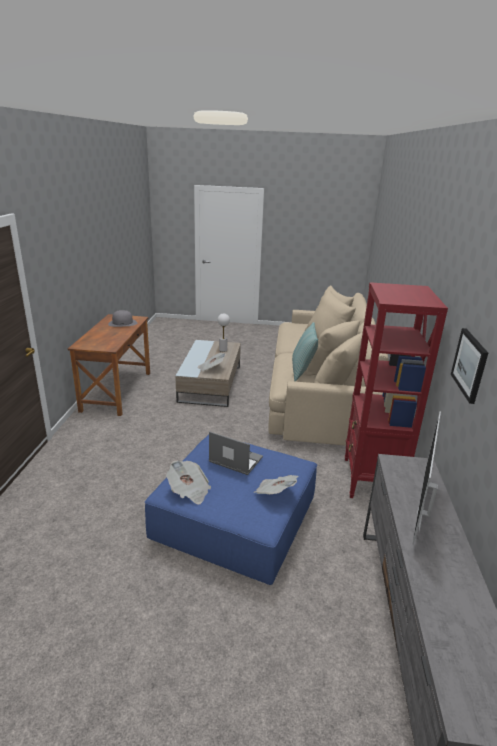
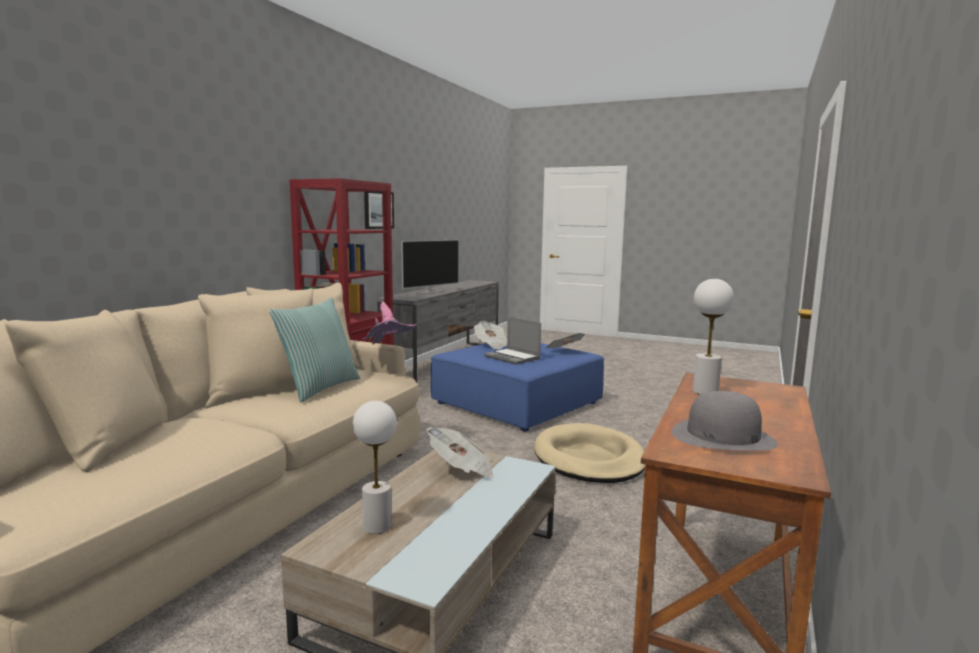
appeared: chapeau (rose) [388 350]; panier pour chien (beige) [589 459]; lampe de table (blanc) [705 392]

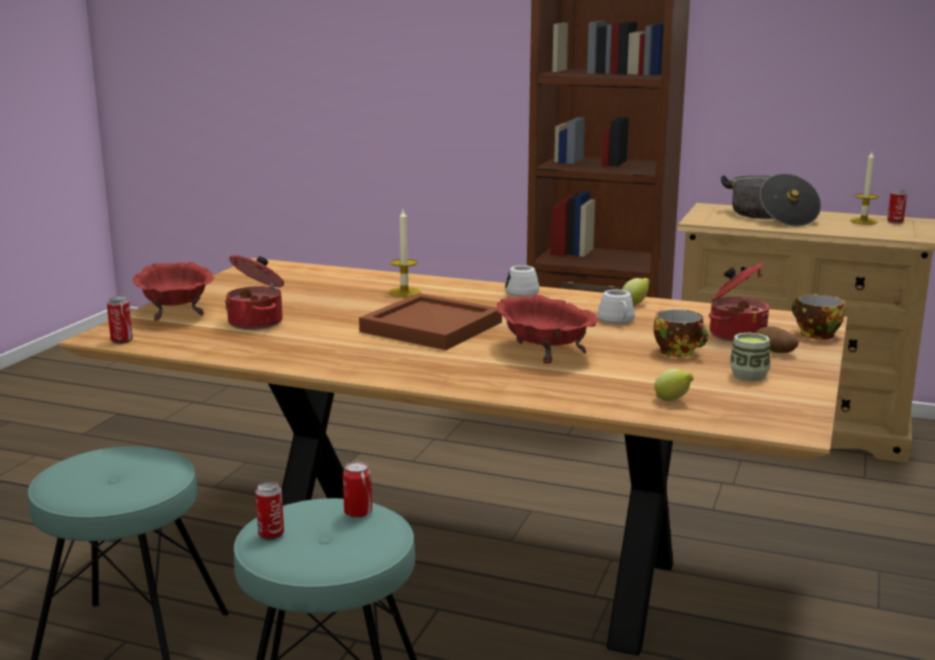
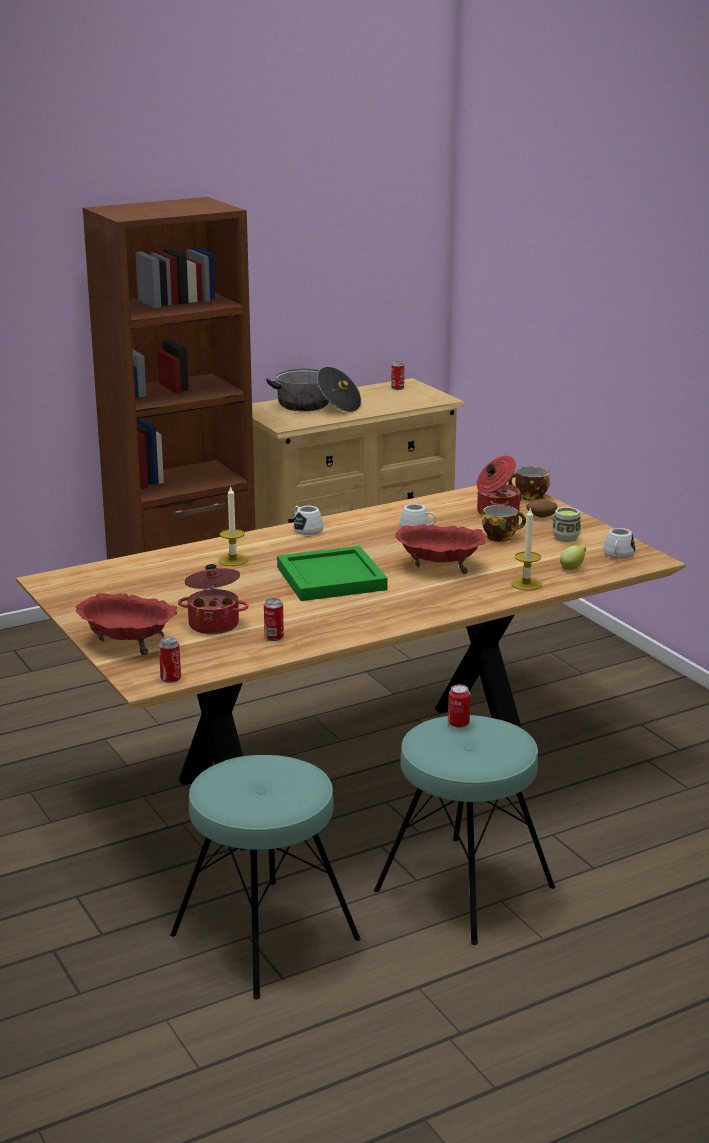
missing: citron [635 304]
appeared: mug (blanc) [618 555]
relocated: boîte métallique [271 534] to [274 637]; bougie [863 221] to [526 584]
colour: plateau (marron) [431 326] to plateau (vert) [329 578]

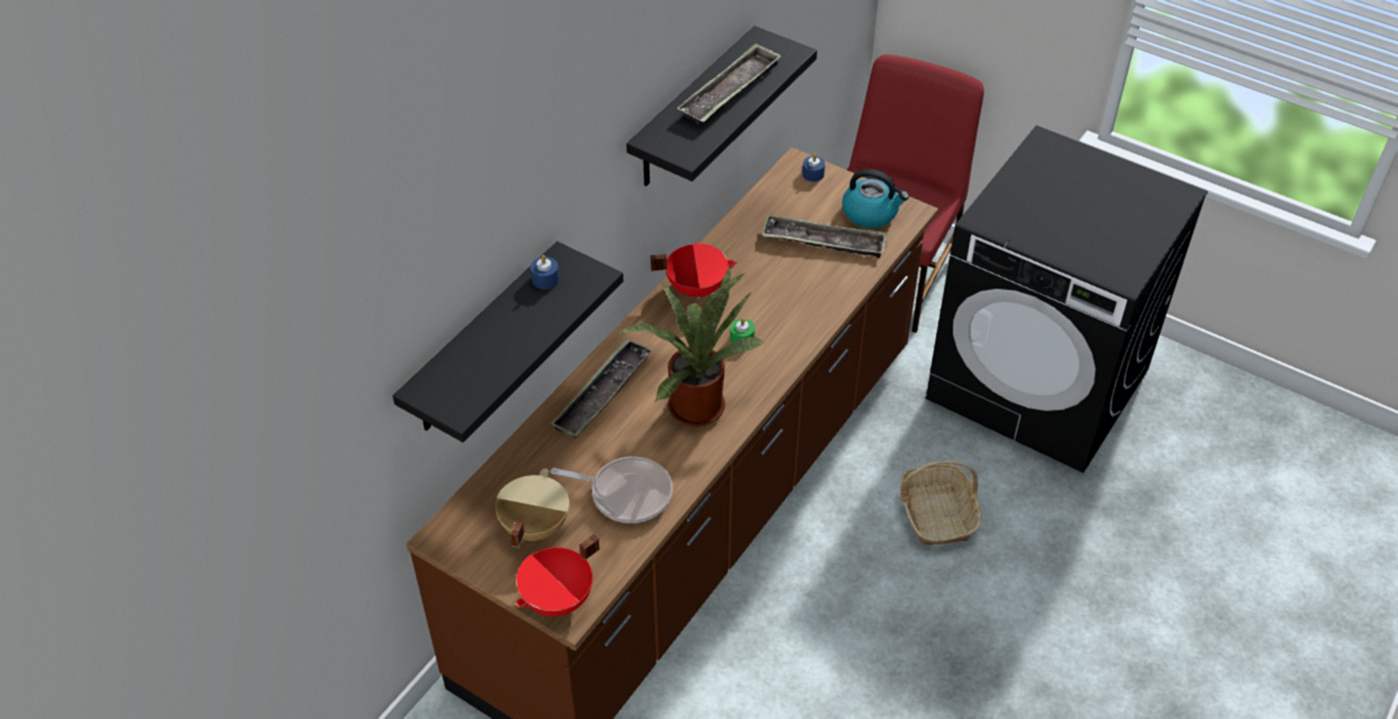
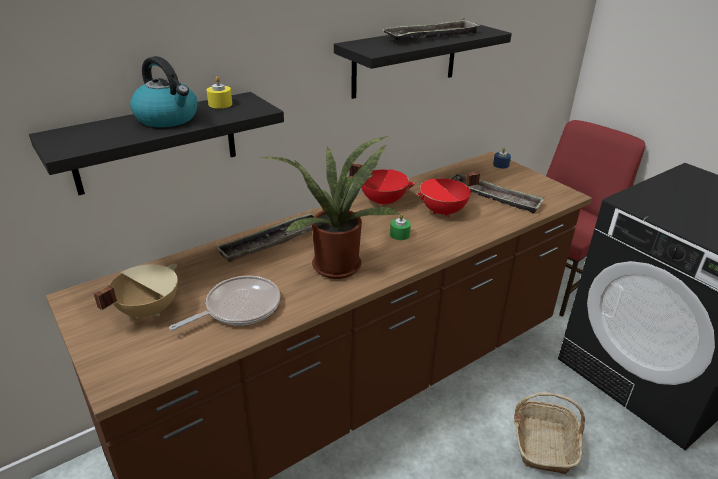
relocated: bouilloire [871 213] to [168 118]; marmite (rouge) [558 600] to [443 212]
colour: bougie (bleu) [545 279] to bougie (jaune) [220 104]
spun: poêle [626 493] = [239 307] 75 degrees counterclockwise

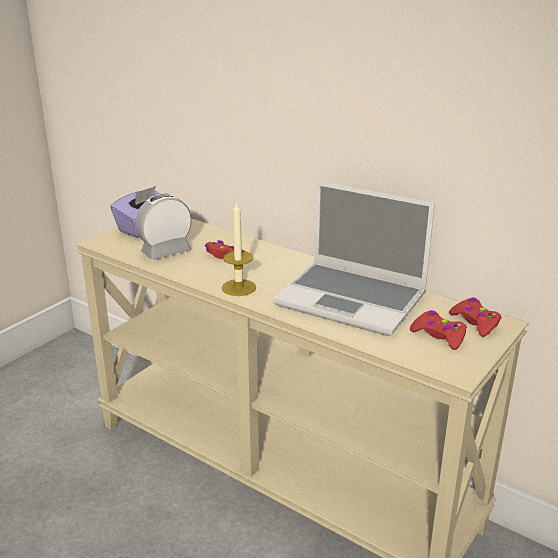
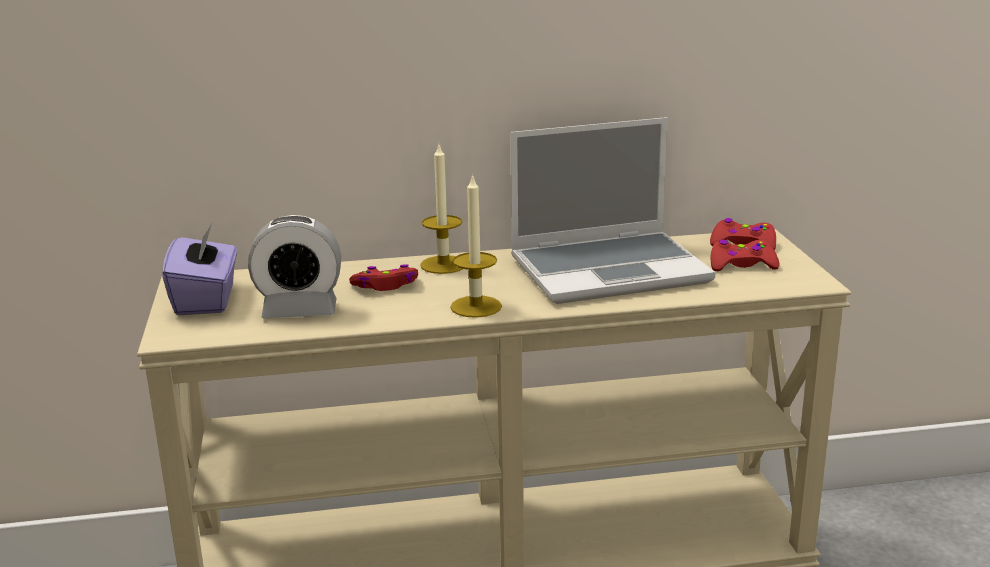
appeared: bougie [443 265]
spun: réveil [166 252] = [300 311] 105 degrees counterclockwise

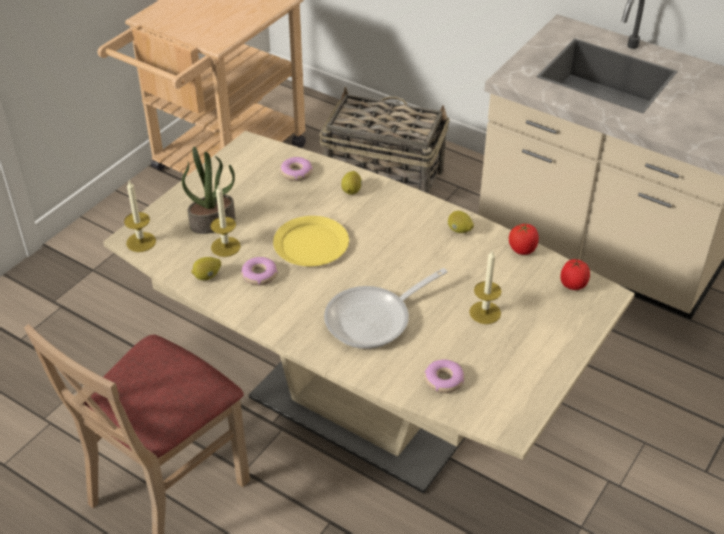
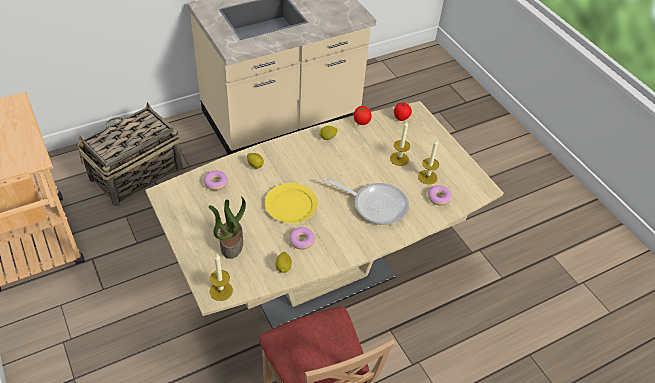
relocated: bougie [225 246] to [427 177]
spun: poêle [374 319] = [375 205] 60 degrees counterclockwise

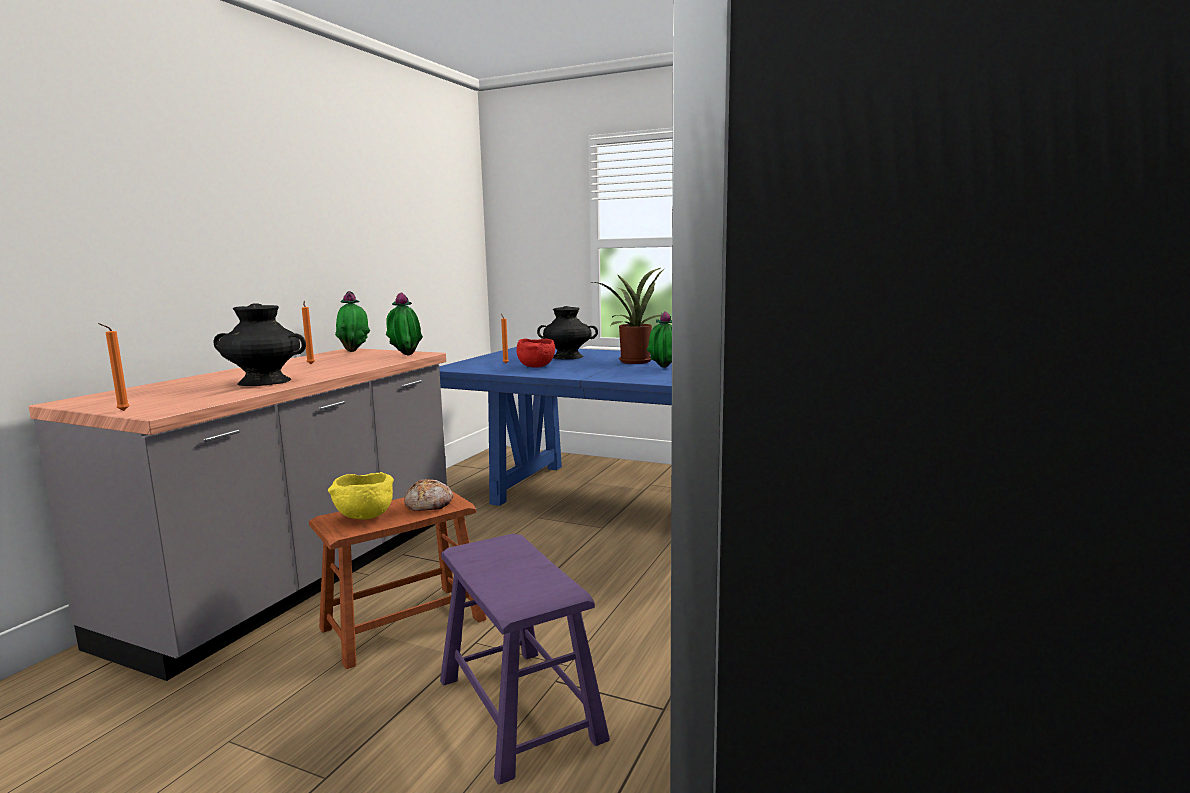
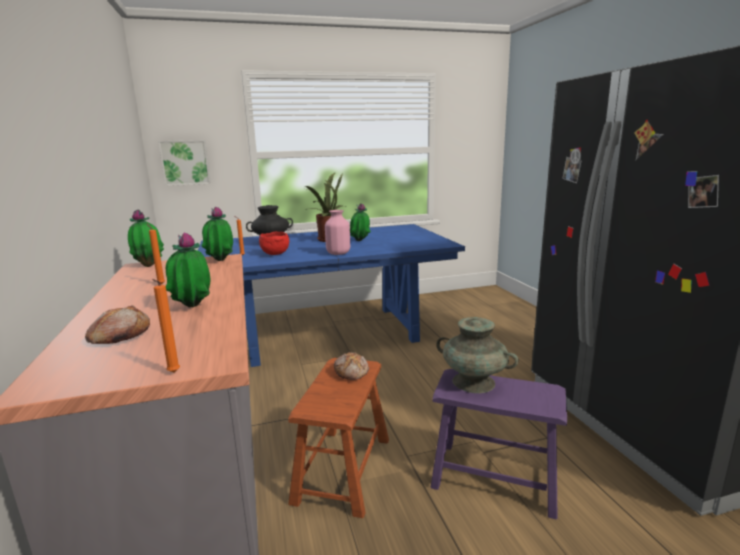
missing: bol (jaune) [364 517]
appeared: pain [119 336]; tableau [185 162]; vase (rose) [338 253]; vase (turquoise) [474 382]
exchanged: vase (noir) [264 382] to plante en pot [192 308]

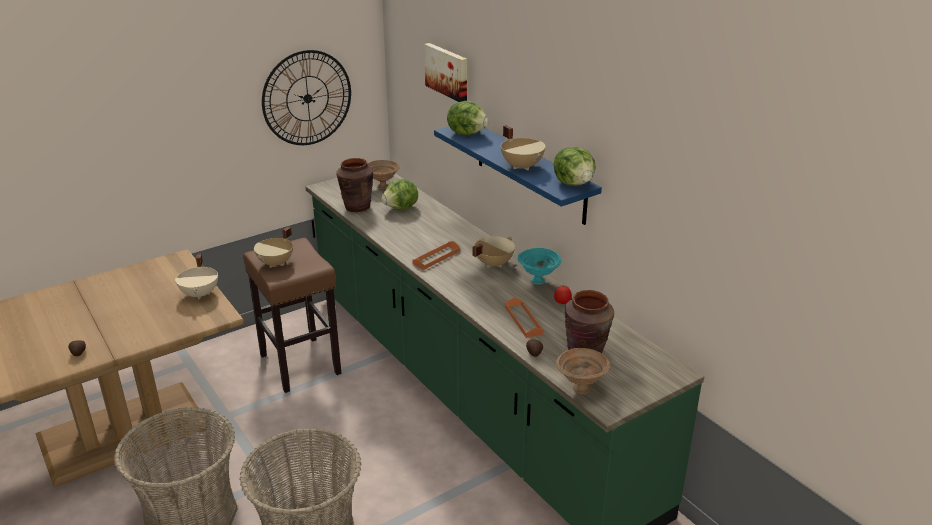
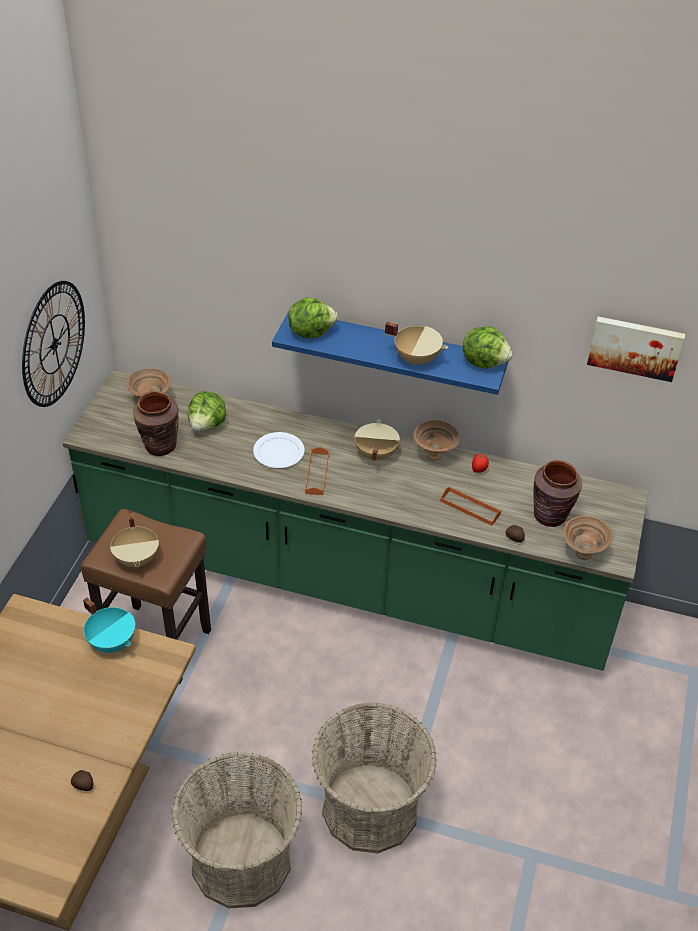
appeared: assiette (blanc) [278 452]
relocated: tableau [448 72] to [635 347]
colour: marmite (beige) [201 294] to marmite (turquoise) [112 641]; bol (turquoise) [538 281] to bol (marron) [435 455]

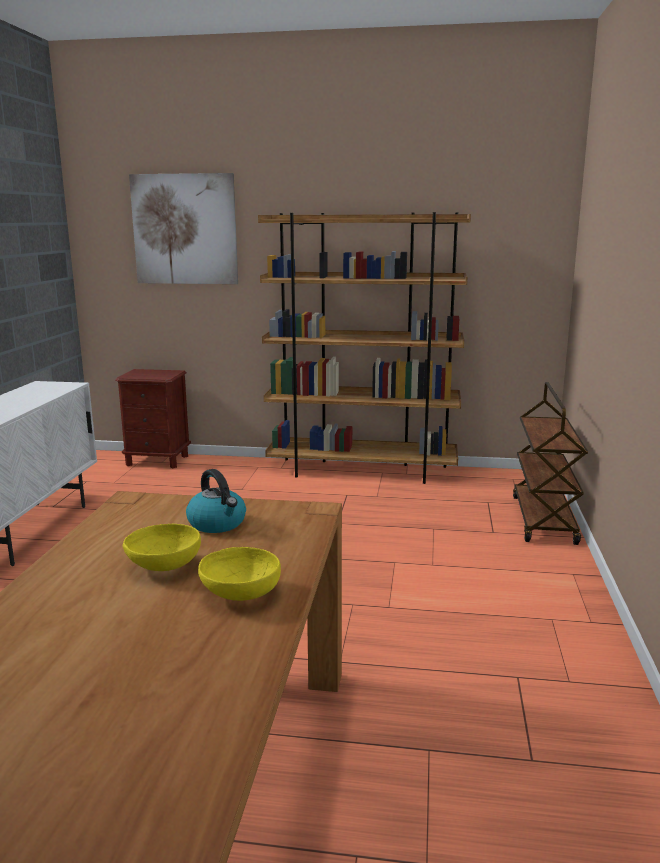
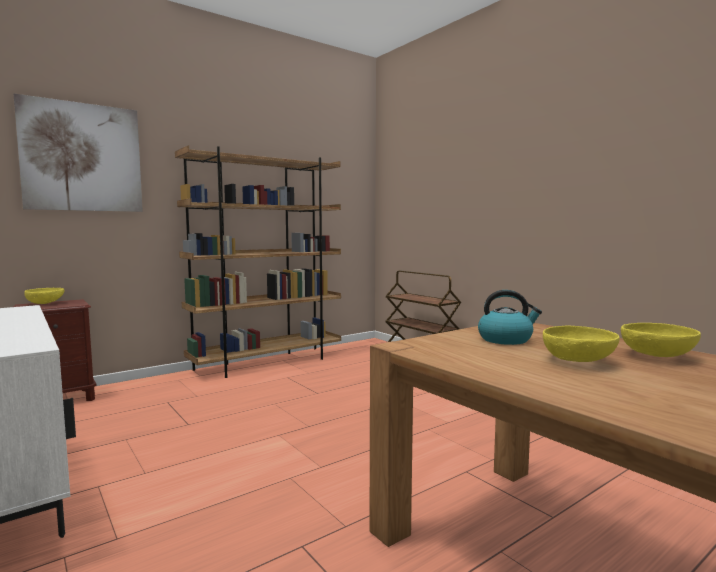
appeared: bol (jaune) [46 303]

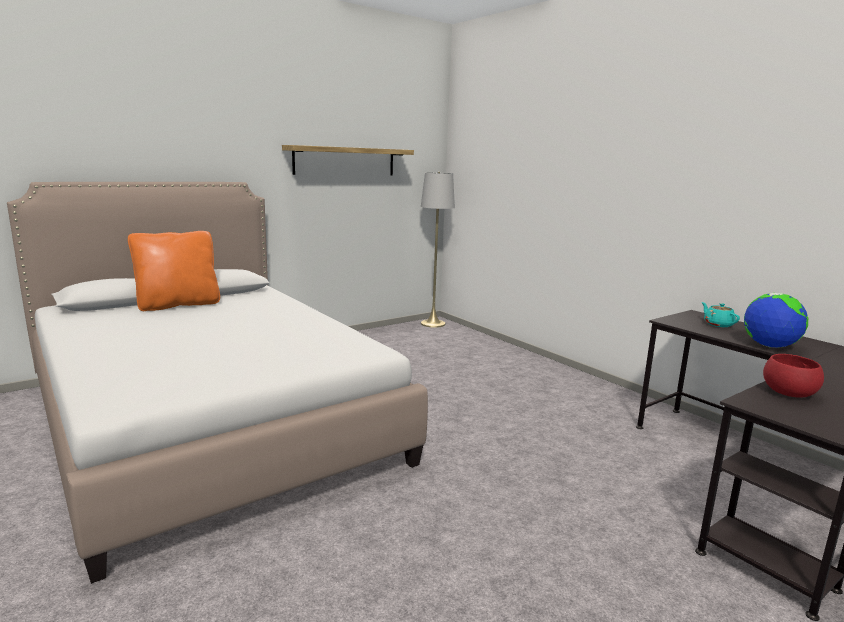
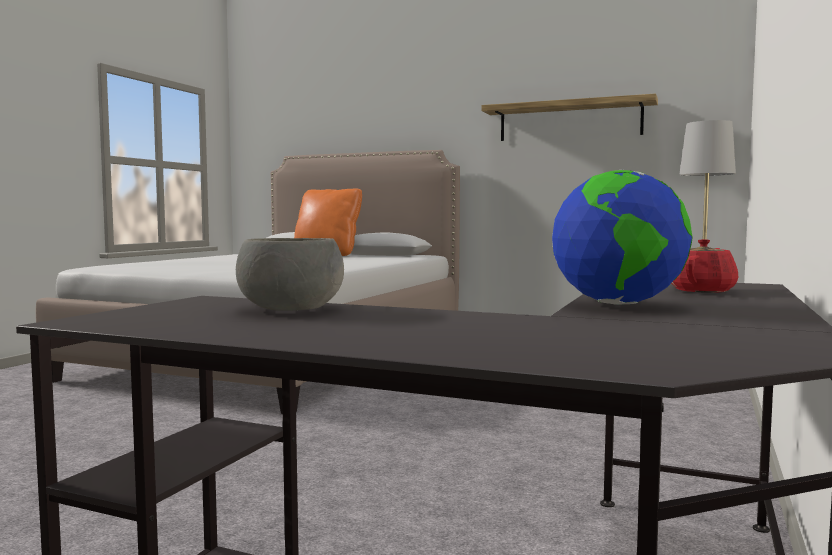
colour: bol (rouge) [789 393] to bol (gris) [290 309]; théière (turquoise) [717 324] to théière (rouge) [702 290]

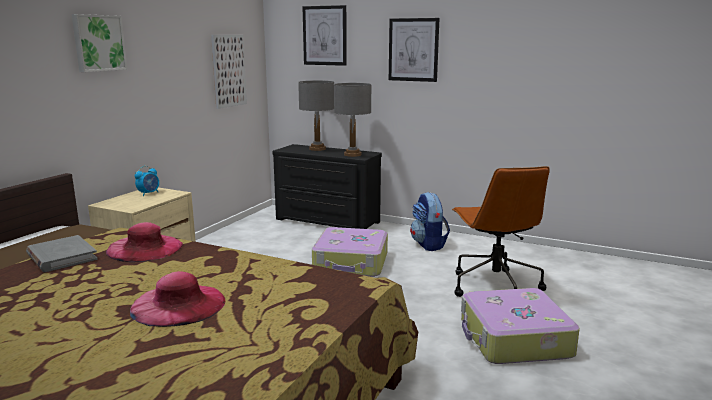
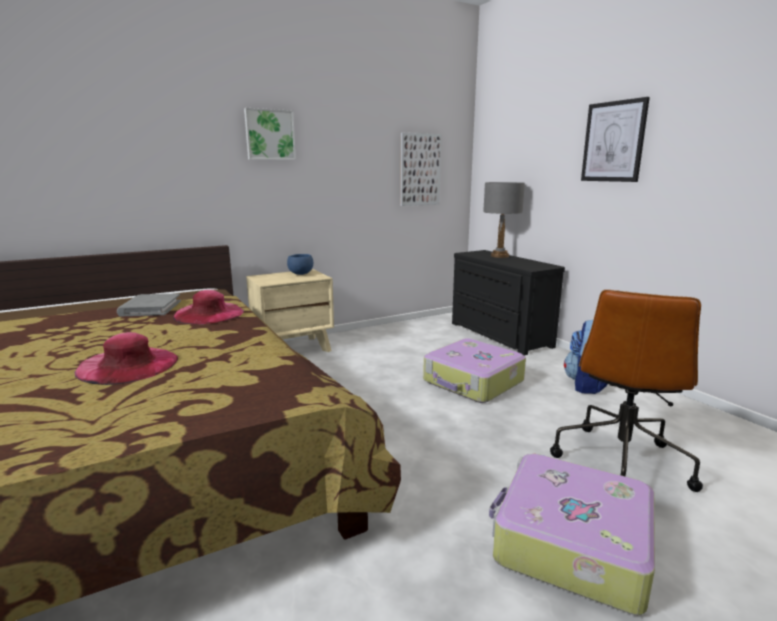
missing: tableau [325 35]; lampe de table (gris) [352 154]
exchanged: réveil [149 193] to bol (bleu) [300 274]

